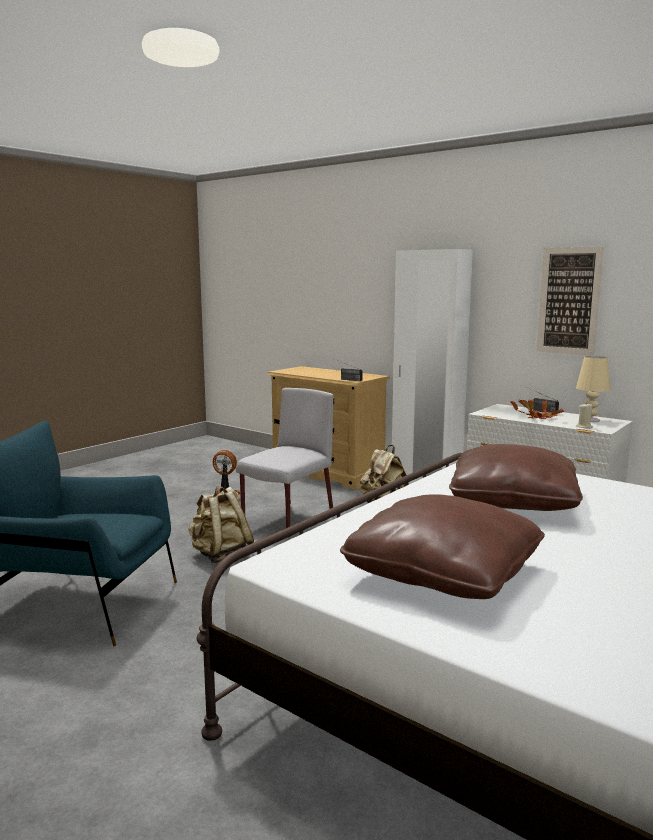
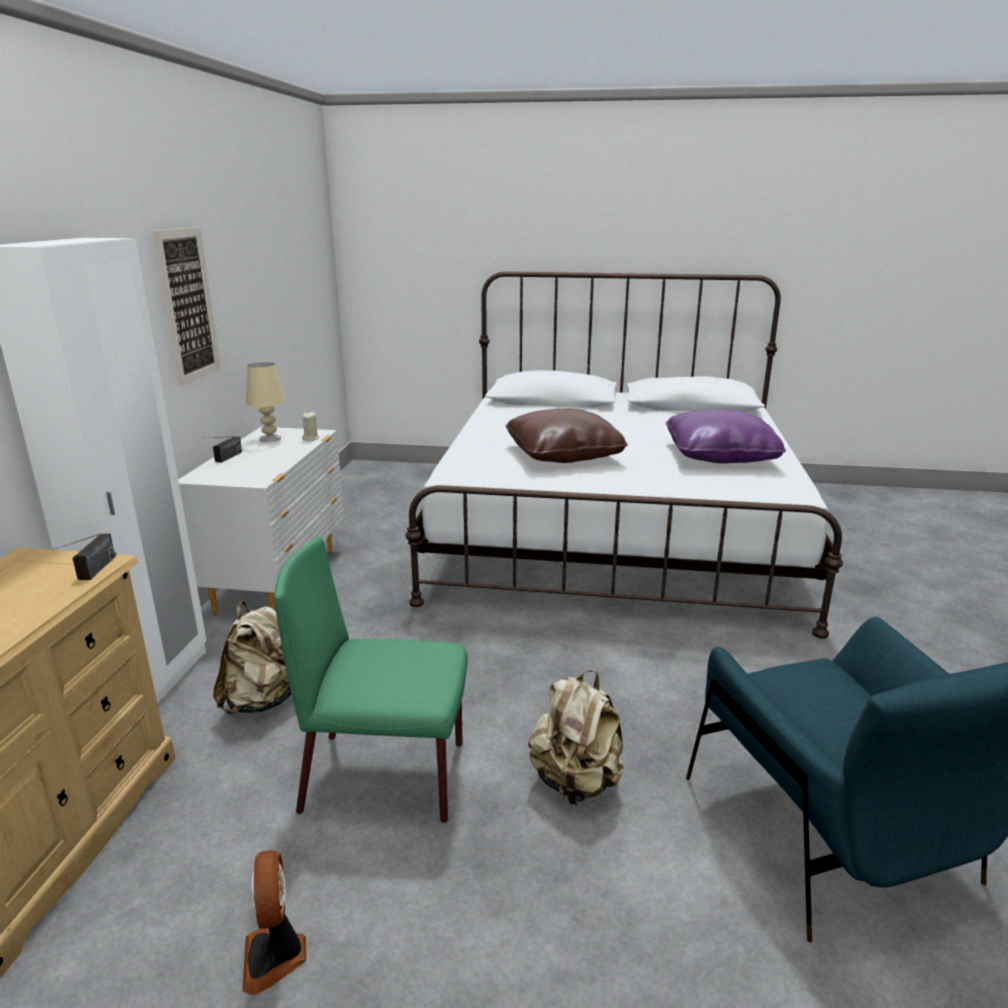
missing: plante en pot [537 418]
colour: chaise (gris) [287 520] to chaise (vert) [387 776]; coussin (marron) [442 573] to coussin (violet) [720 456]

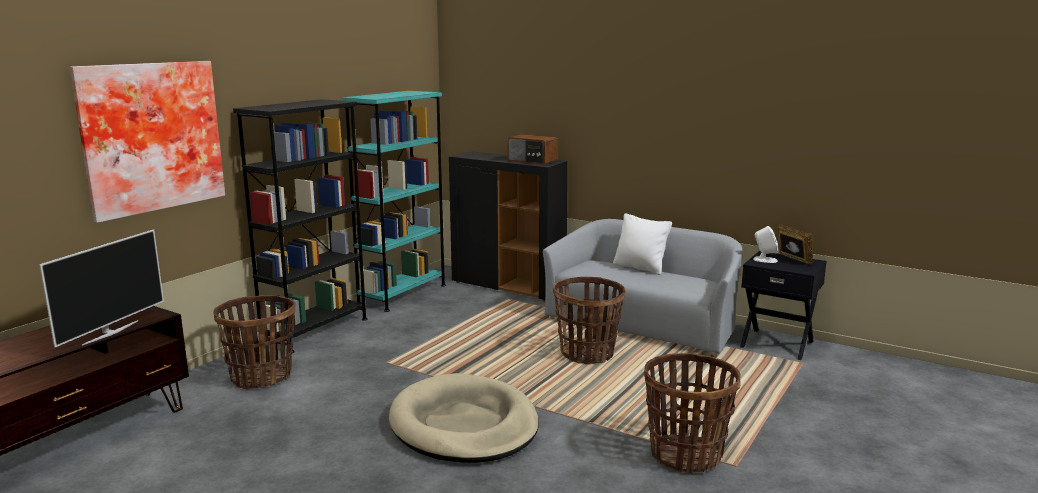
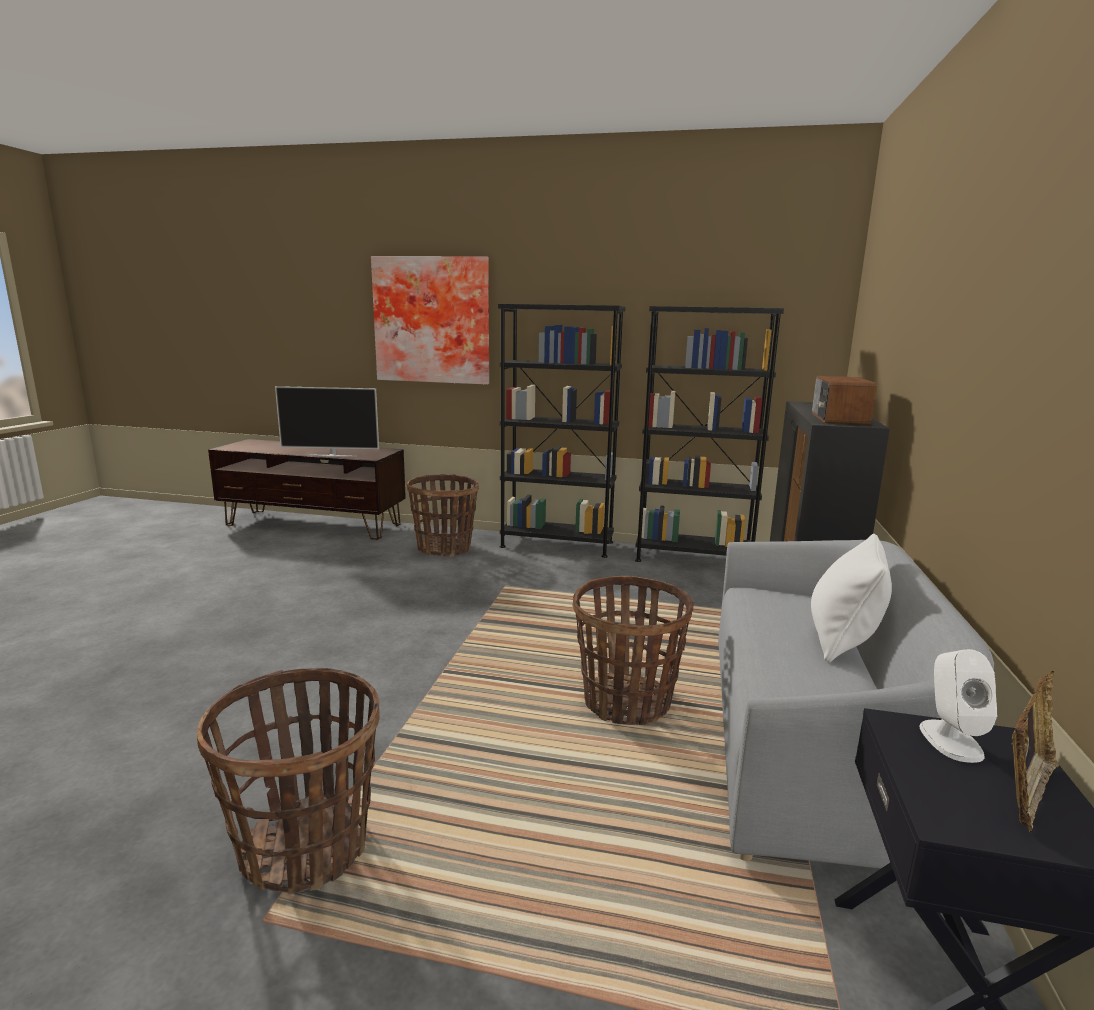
missing: panier pour chien (beige) [464 425]
colour: bibliothèque (turquoise) [402 294] to bibliothèque (noir) [693 558]

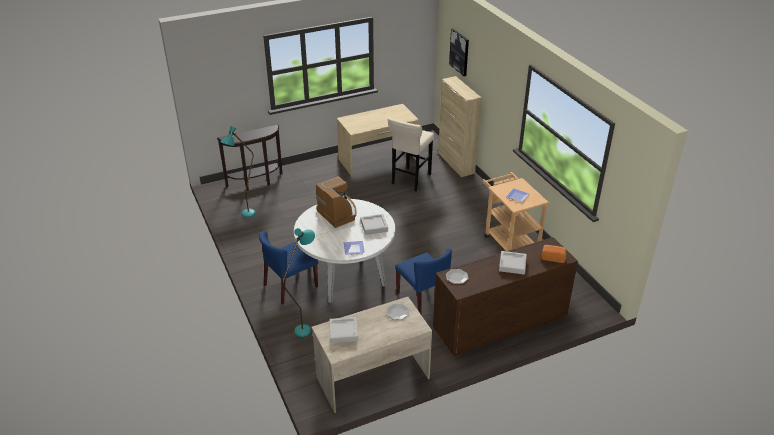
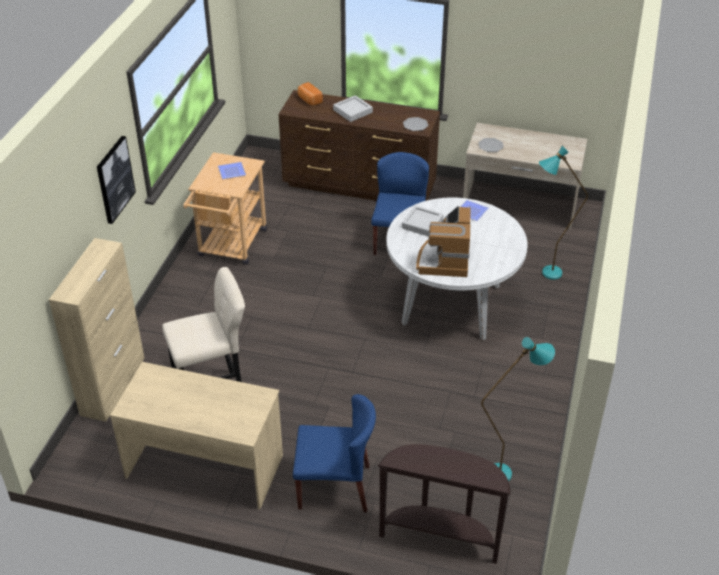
missing: plateau (gris) [343 332]
relocated: tableau [459 52] to [114 179]; chaise (bleu) [290 286] to [335 487]

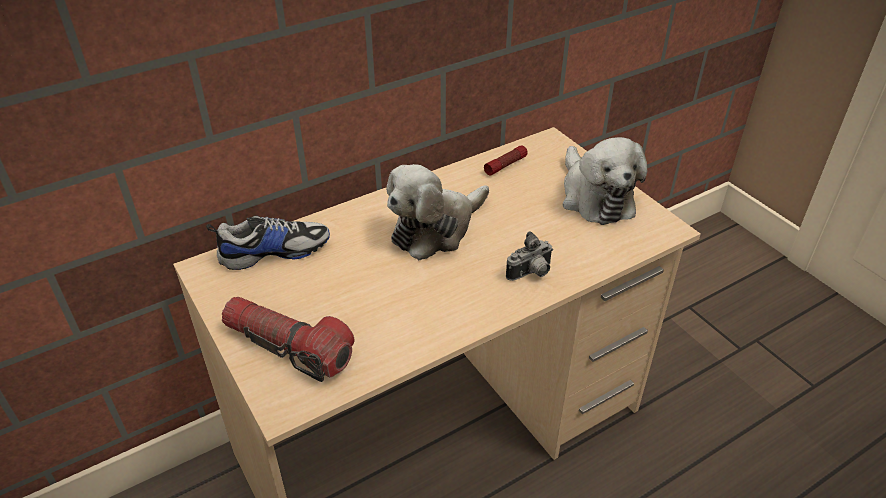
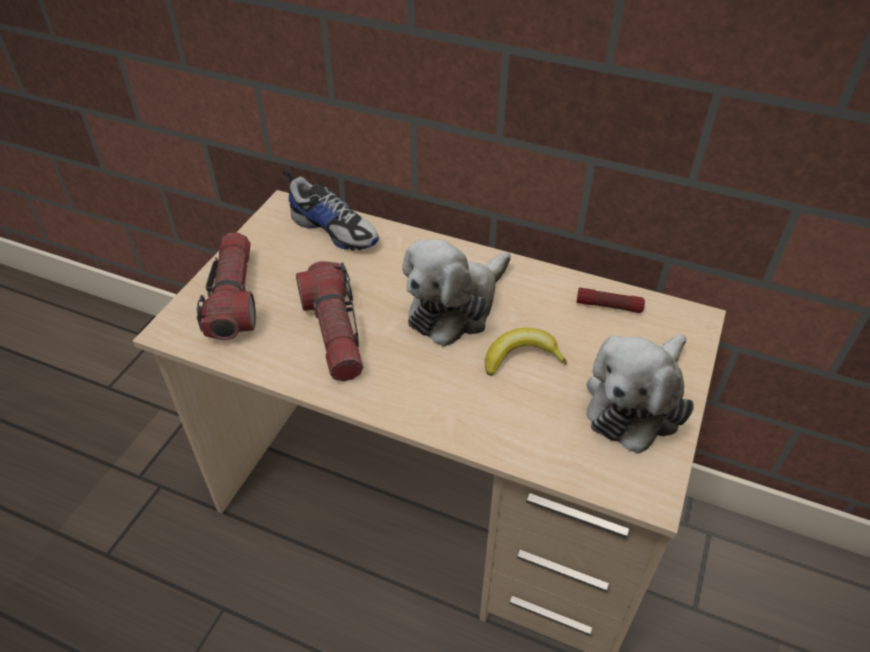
missing: appareil photo [531 274]
appeared: lampe de poche [334 332]; banane [521 357]
spun: peluche [435 229] = [456 306] 60 degrees counterclockwise

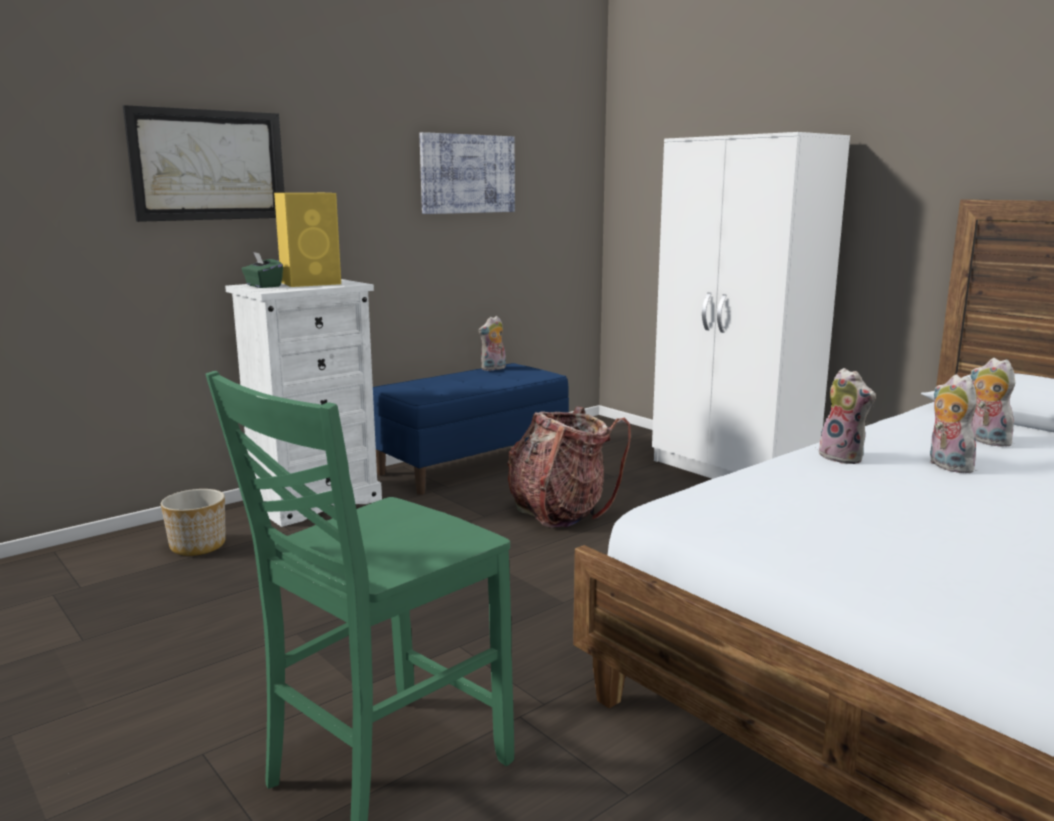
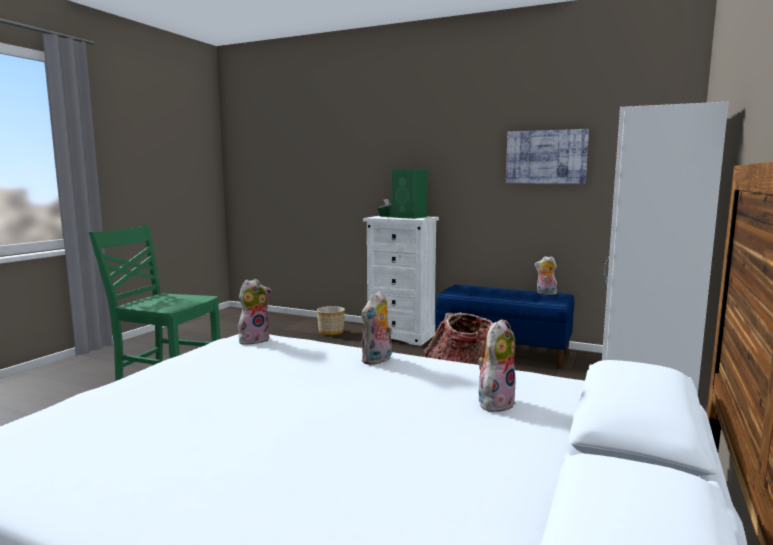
missing: tableau [208 165]
relocated: peluche [946 466] to [254 340]
colour: enceinte (jaune) [312 283] to enceinte (vert) [409 217]

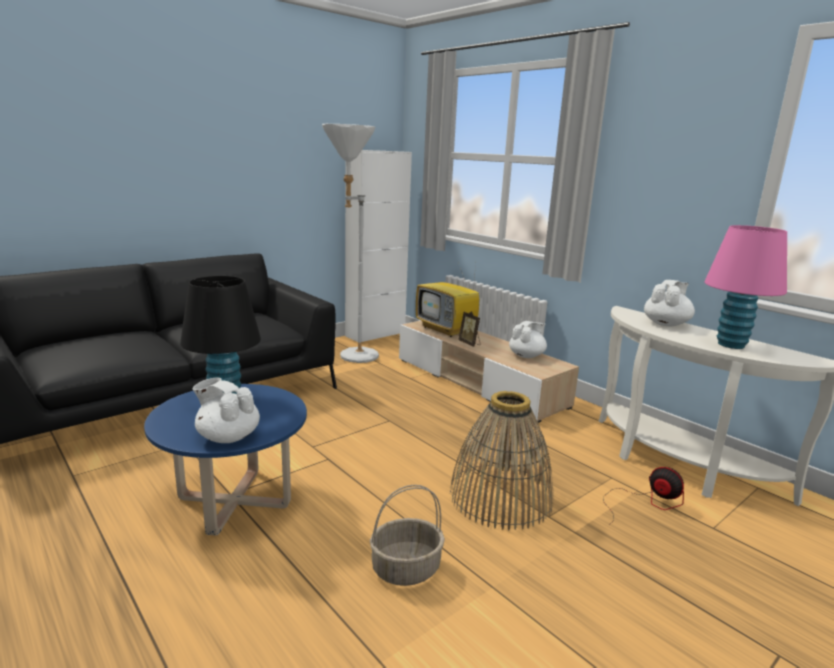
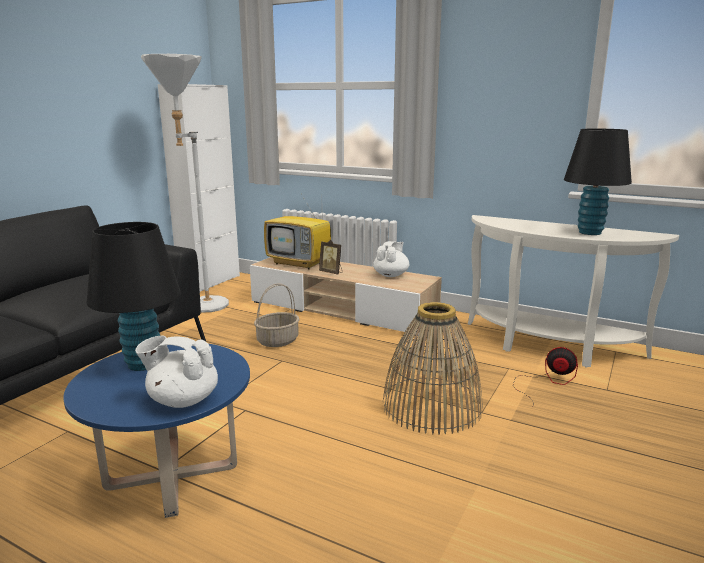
missing: théière (blanc) [666 324]
relocated: panier [406 568] to [278 341]
colour: lampe de table (rose) [731 345] to lampe de table (noir) [590 232]

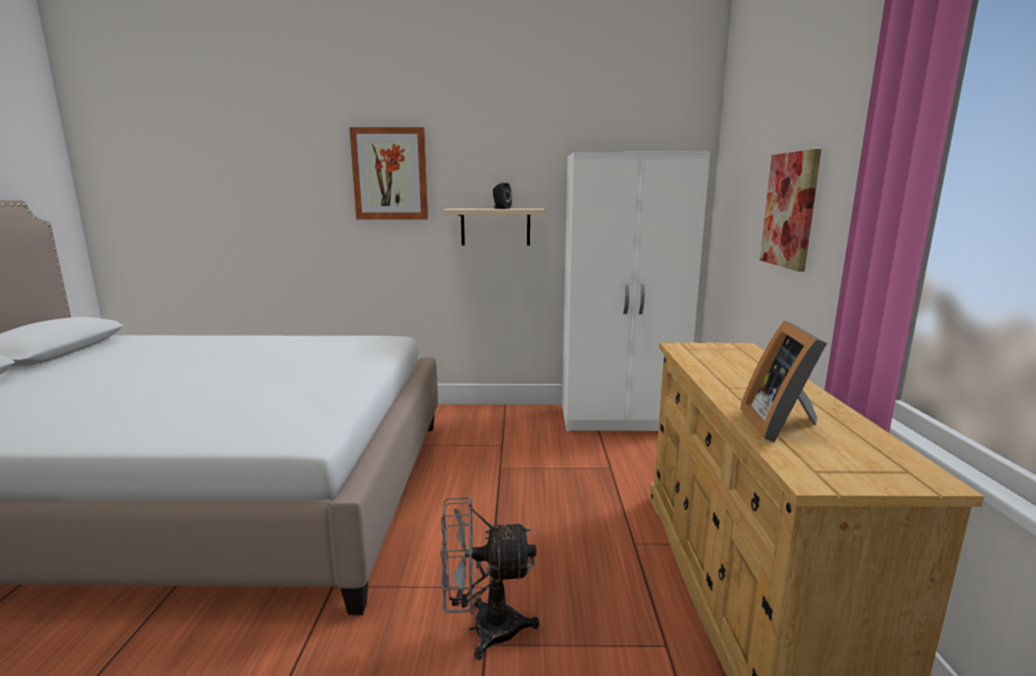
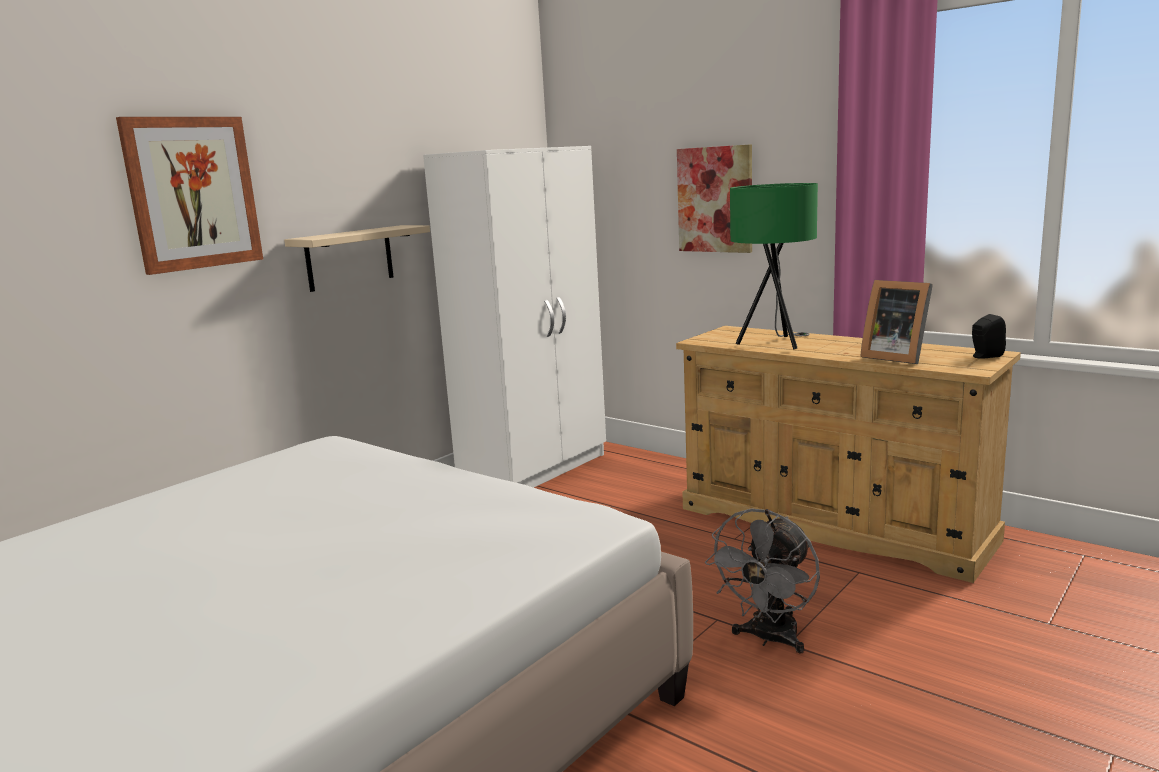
appeared: lampe de table (vert) [775 344]
relocated: enceinte (noir) [501 208] to [984 356]

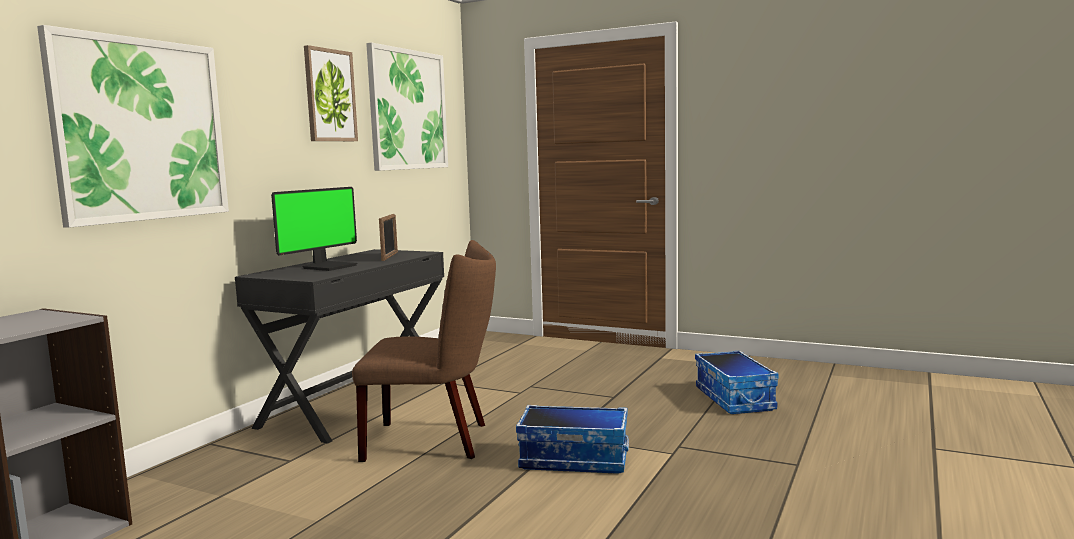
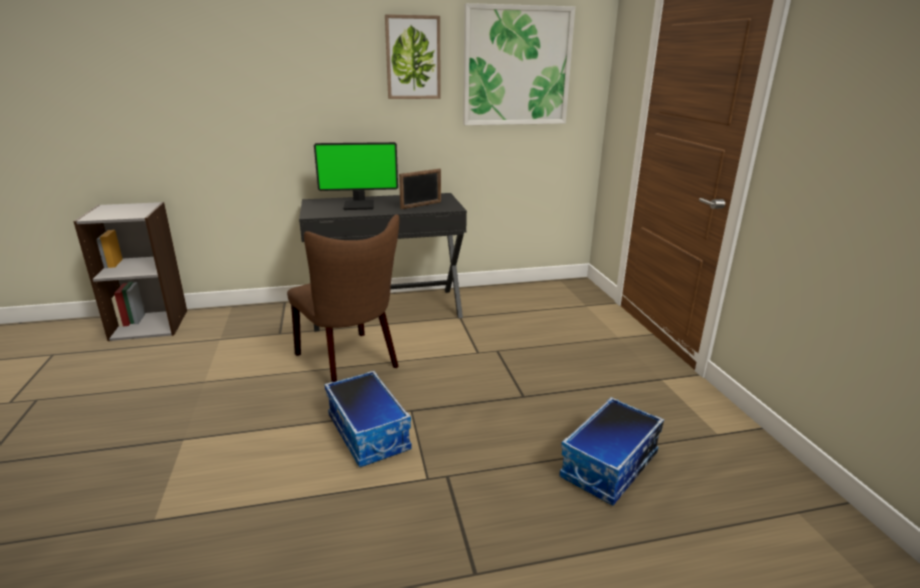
missing: tableau [141 130]

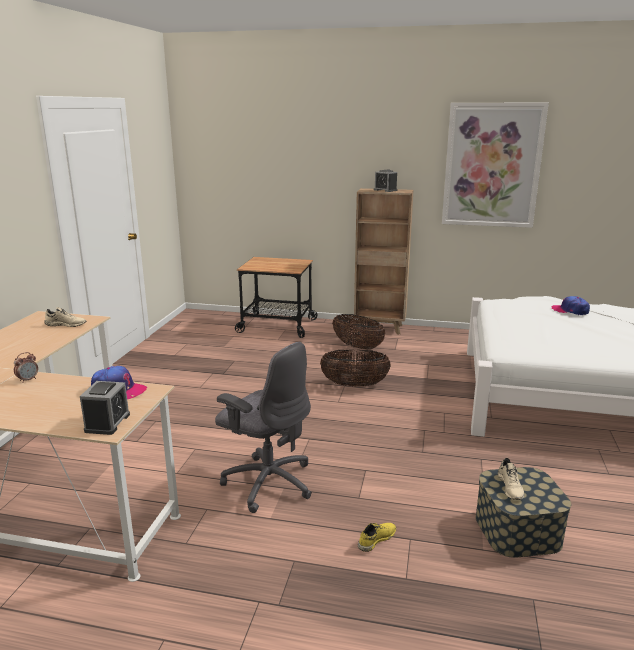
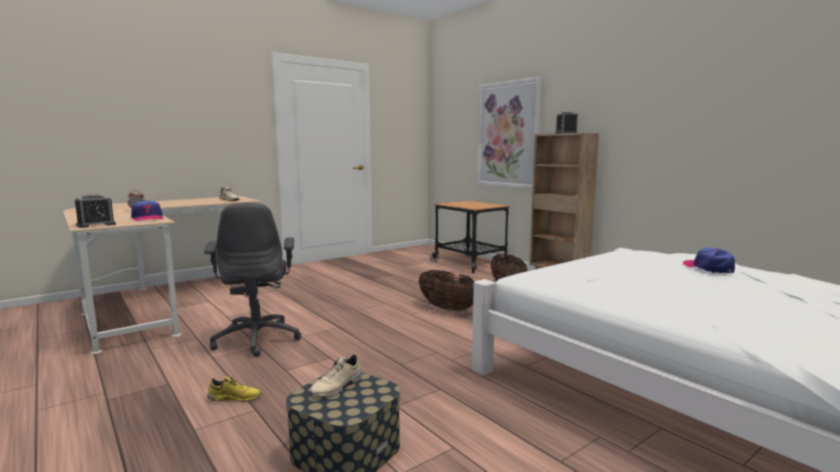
relocated: tableau [492 166] to [508 134]

